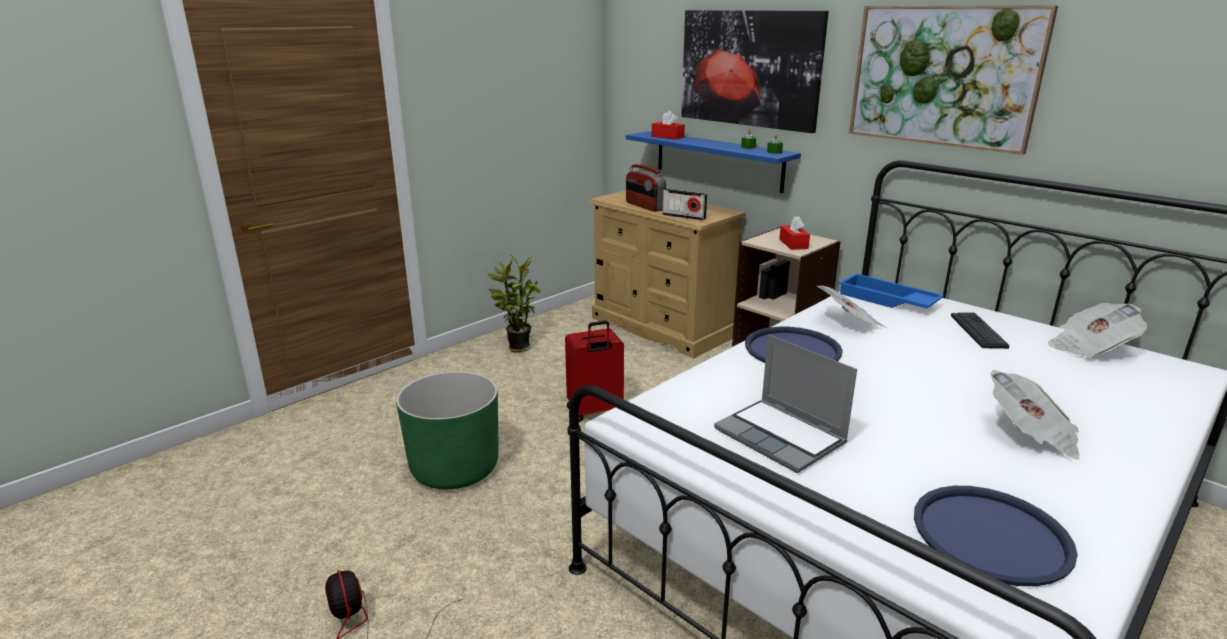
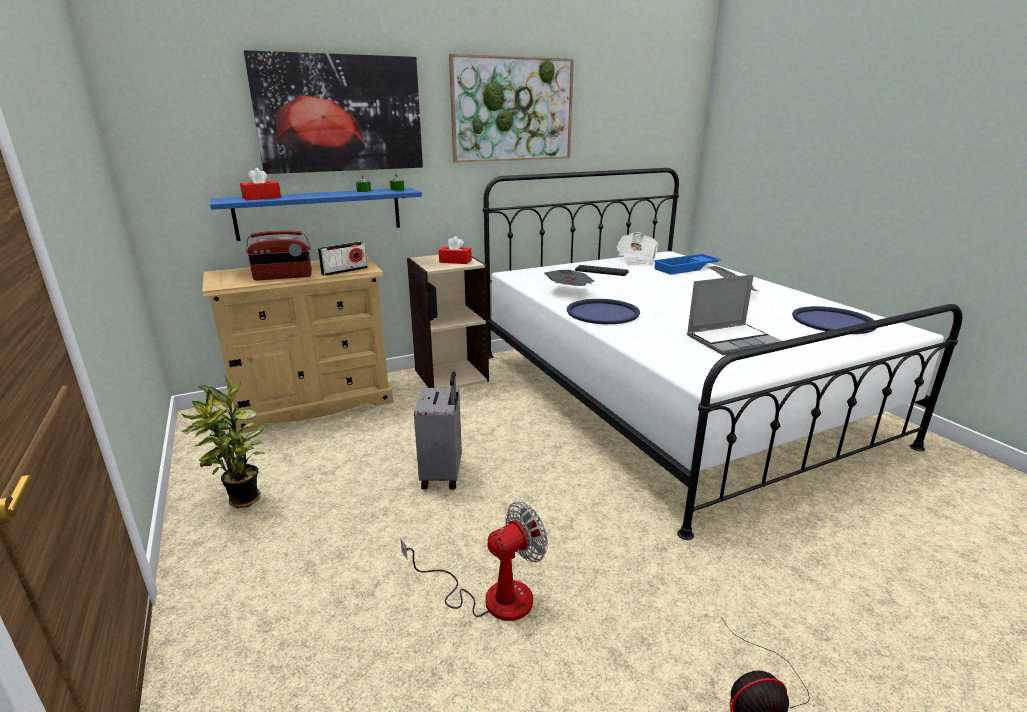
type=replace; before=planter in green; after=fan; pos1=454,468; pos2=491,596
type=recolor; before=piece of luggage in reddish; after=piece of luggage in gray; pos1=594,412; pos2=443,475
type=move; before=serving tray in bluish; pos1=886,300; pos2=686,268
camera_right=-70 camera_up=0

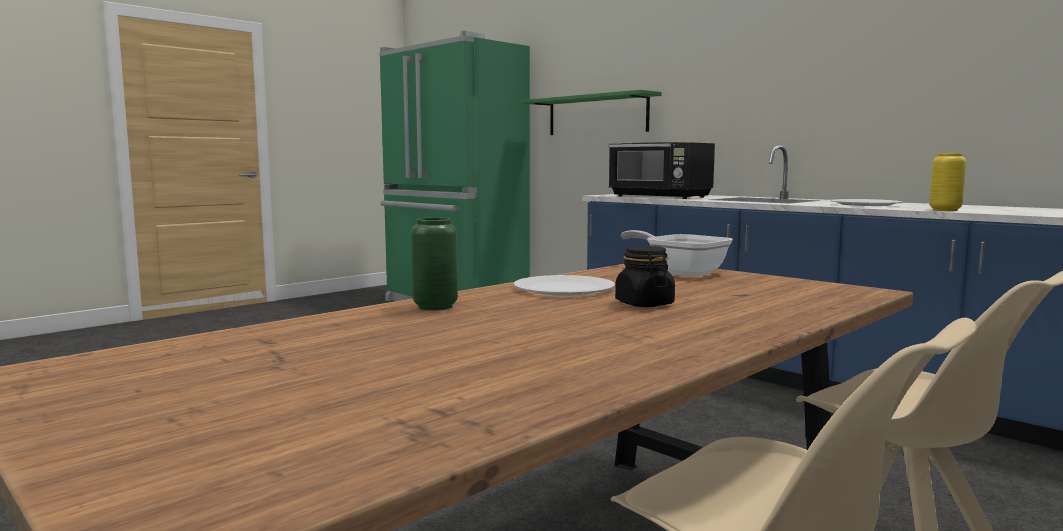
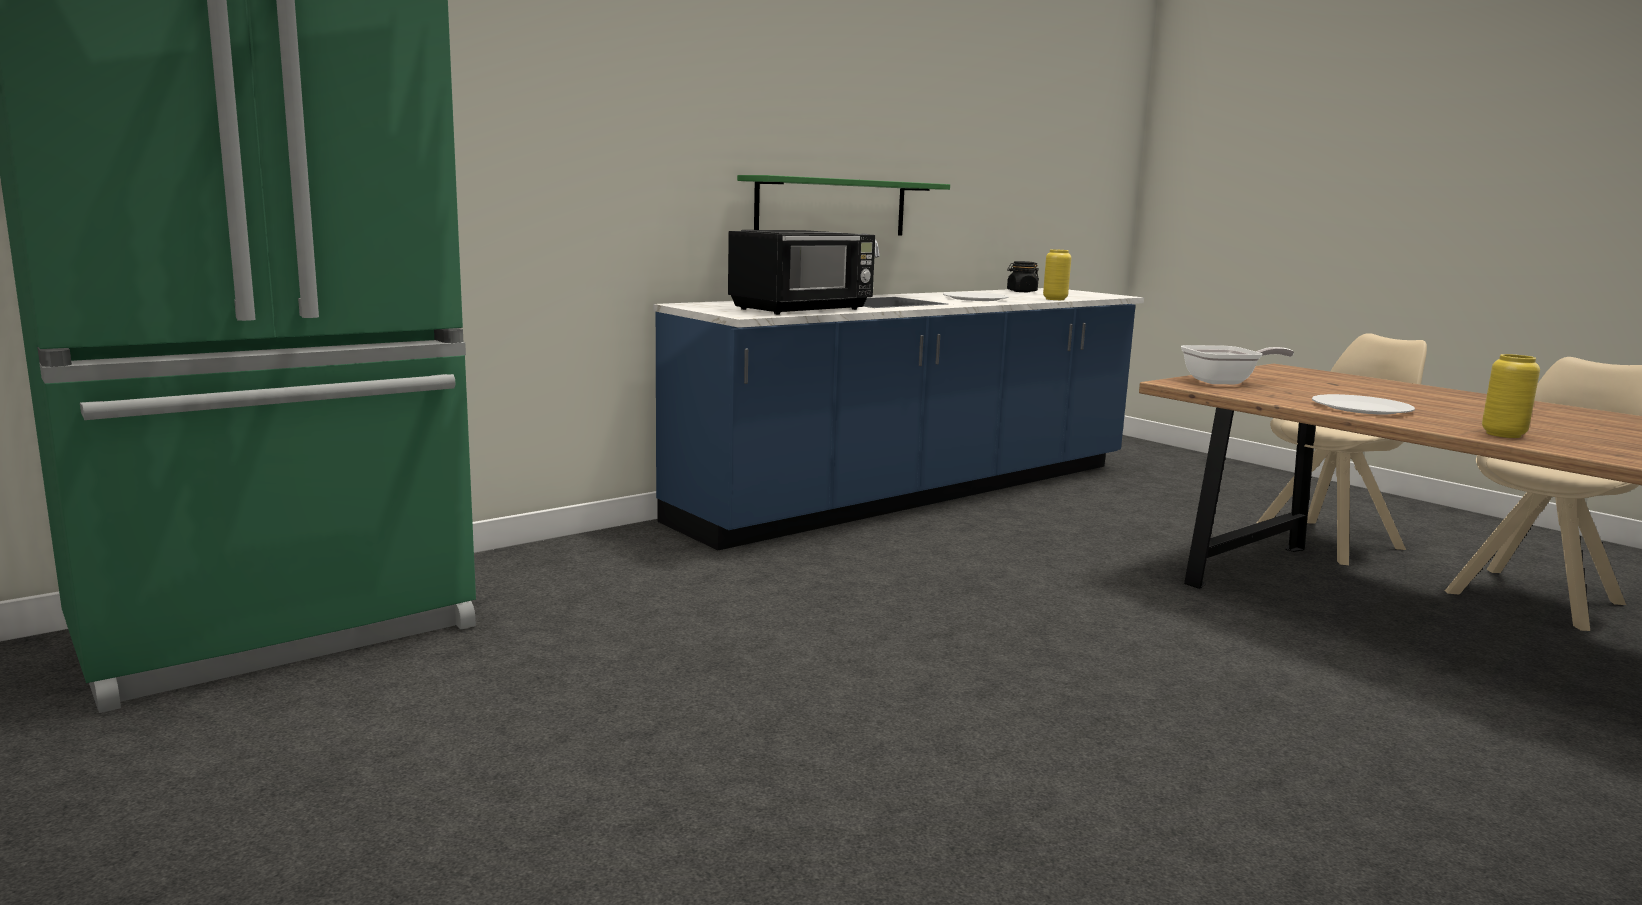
type=move; before=shelf in green; pos1=597,115; pos2=832,207
type=move; before=preserve jar in blackish; pos1=644,304; pos2=1021,291
type=rotate; before=skillet; pos1=681,272; pos2=1225,382; turn=-150
type=recolor; before=flower vase in green; after=flower vase in yellow; pos1=435,307; pos2=1503,434
camera_right=-85 camera_up=5

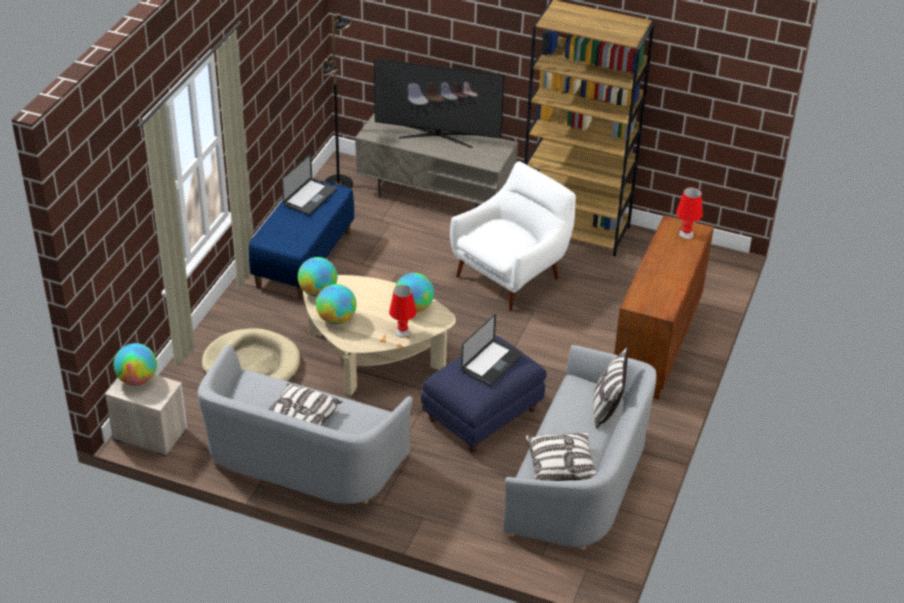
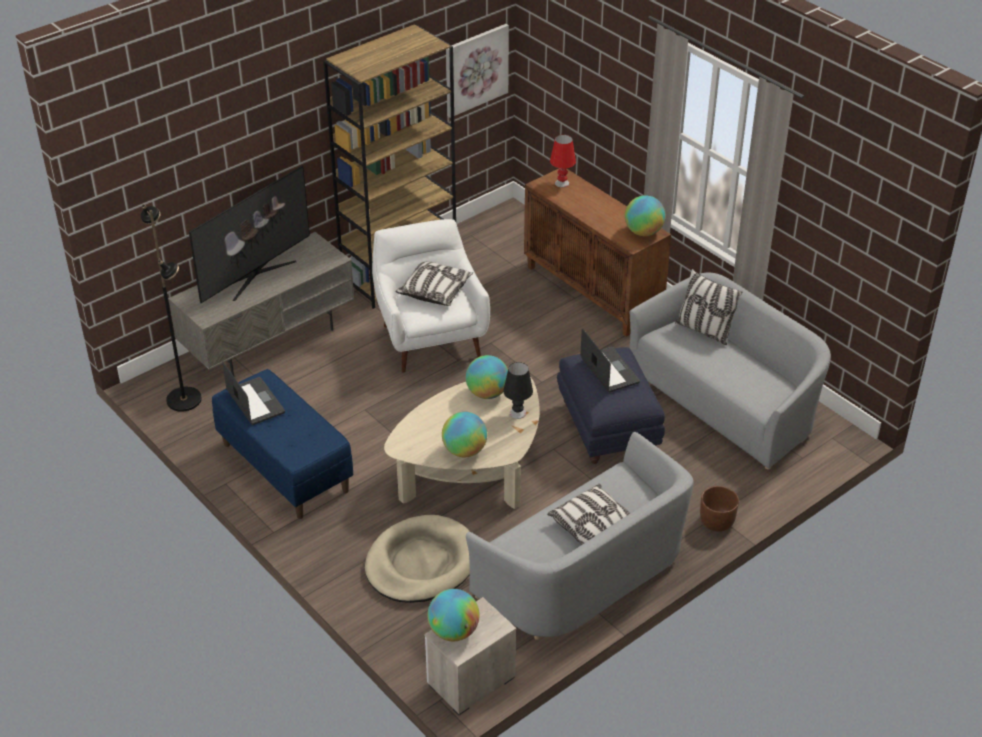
type=move; before=pillow; pos1=561,465; pos2=435,291
type=insert; after=picture; pos2=475,69
type=recolor; before=table lamp in reddish; after=table lamp in blackish; pos1=402,332; pos2=517,413
type=move; before=world globe; pos1=318,291; pos2=643,232
type=insert; after=planter in brown-coloured; pos2=716,522
camera_right=-60 camera_up=0

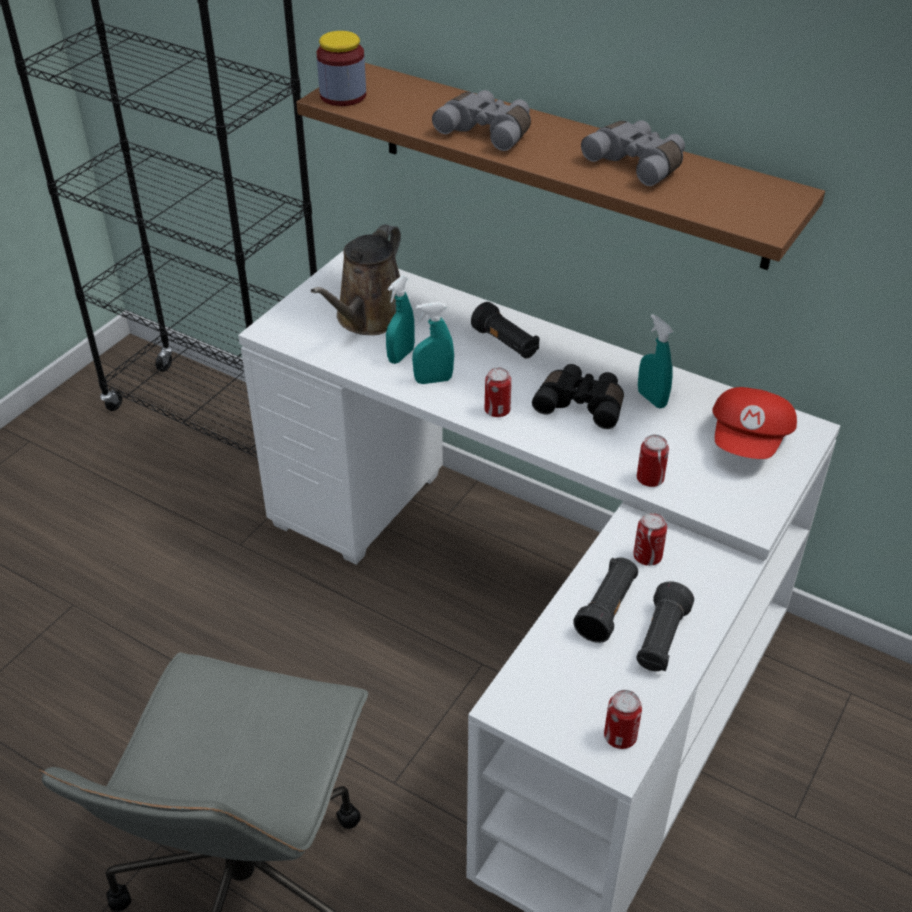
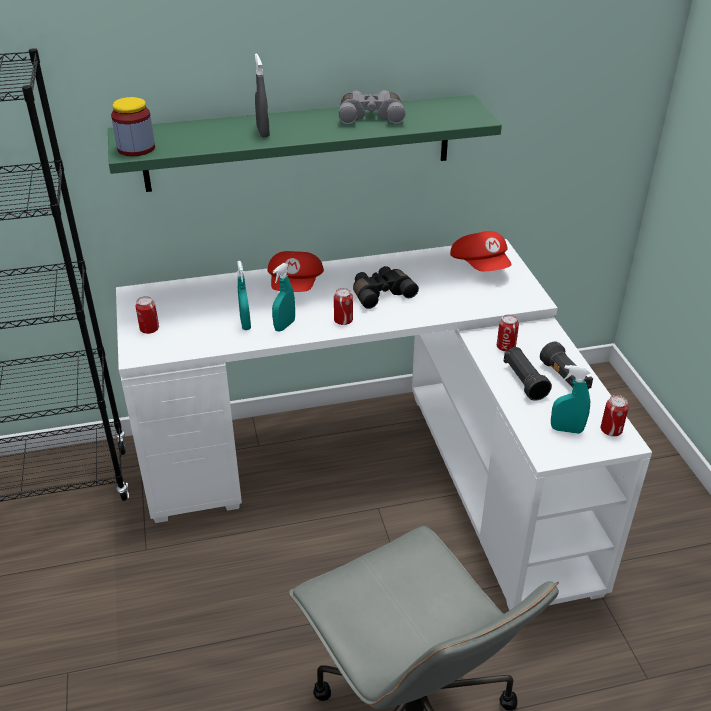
type=recolor; before=shelf in brown-coloured; after=shelf in green; pos1=569,164; pos2=299,143
type=move; before=metal can; pos1=650,479; pos2=149,329
type=replace; before=pair of binoculars in gray; after=hand sprayer in gray; pos1=488,131; pos2=263,132
type=replace; before=hand torch in blackish; after=baseball cap in reddish; pos1=505,344; pos2=296,286
type=move; before=hand sprayer in turquoise; pos1=651,399; pos2=566,429
type=delete; before=watering pot in brown-coloured; pos1=369,318
camera_right=-45 camera_up=-5

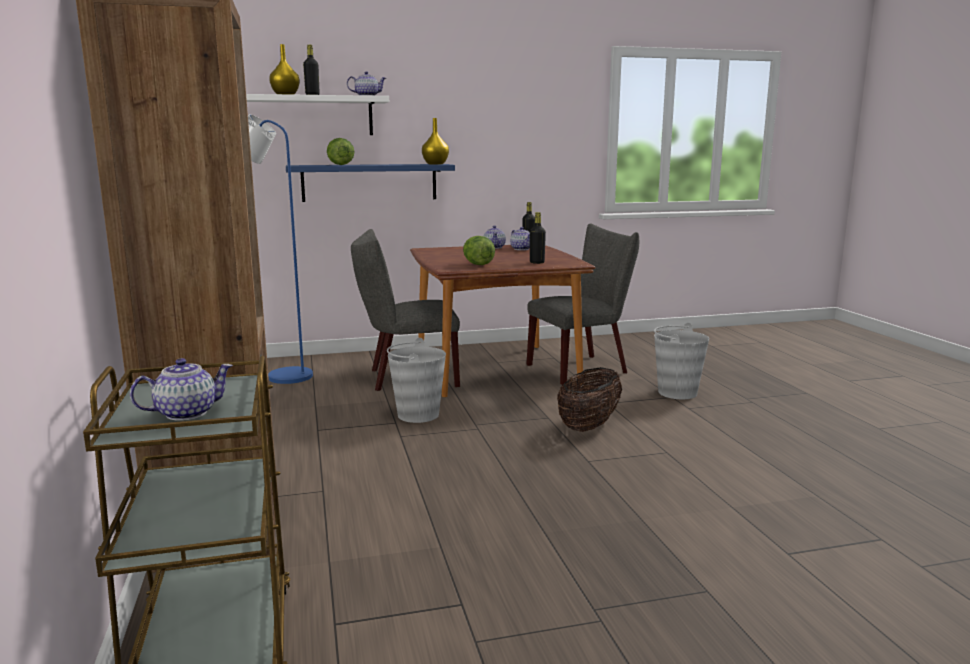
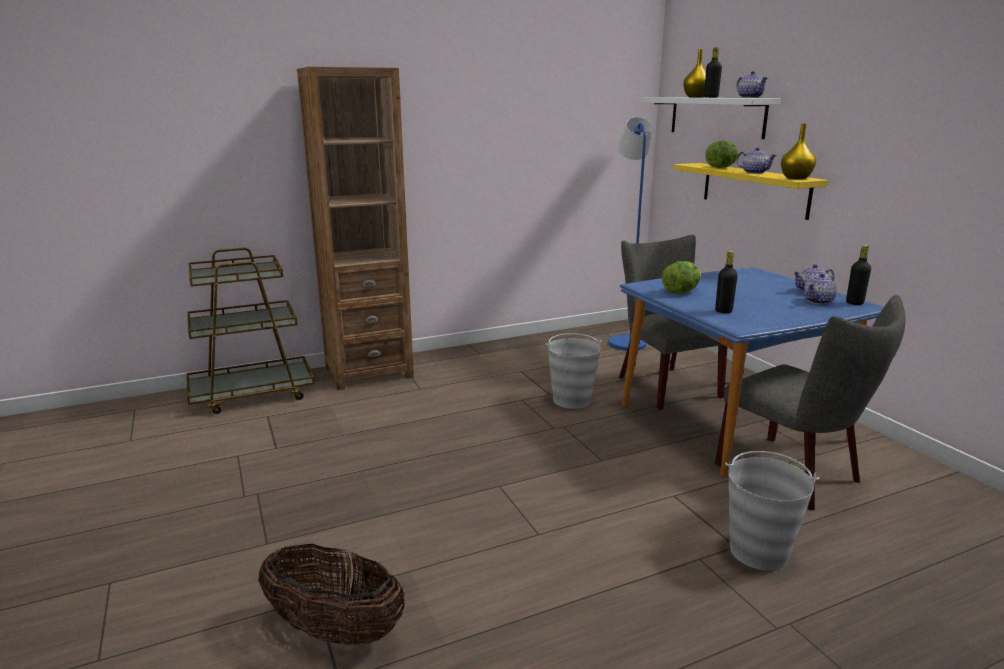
type=move; before=basket; pos1=588,426; pos2=334,630
type=recolor; before=dinner table in brown-coloured; after=dinner table in bluish; pos1=495,369; pos2=732,422
type=recolor; before=shelf in bluish; after=shelf in yellow; pos1=369,182; pos2=754,189
type=move; before=tea pot; pos1=185,413; pos2=754,172
camera_right=80 camera_up=5

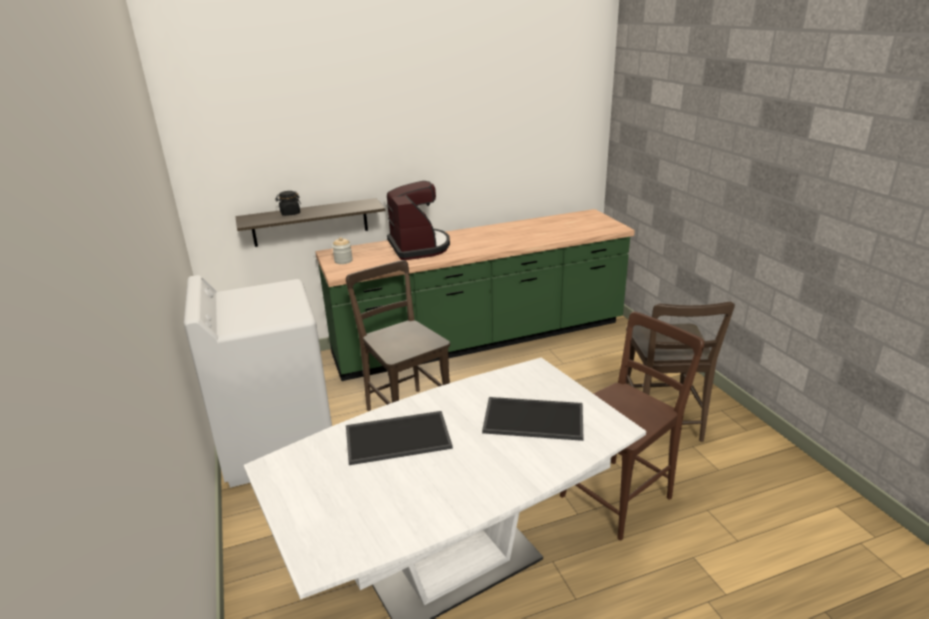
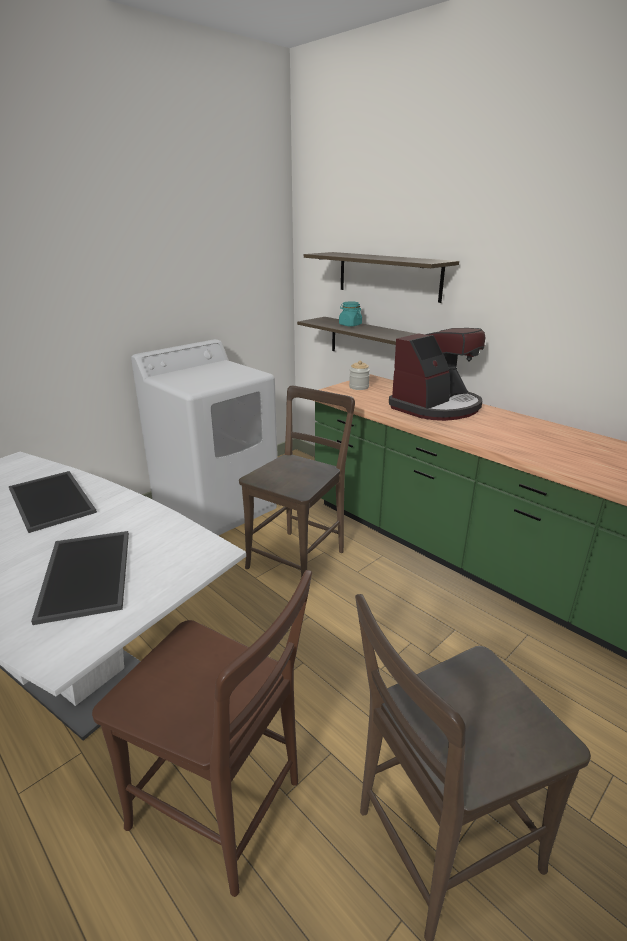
type=insert; after=shelf; pos2=388,276
type=recolor; before=preserve jar in blackish; after=preserve jar in turquoise; pos1=290,213; pos2=350,325
camera_right=65 camera_up=0

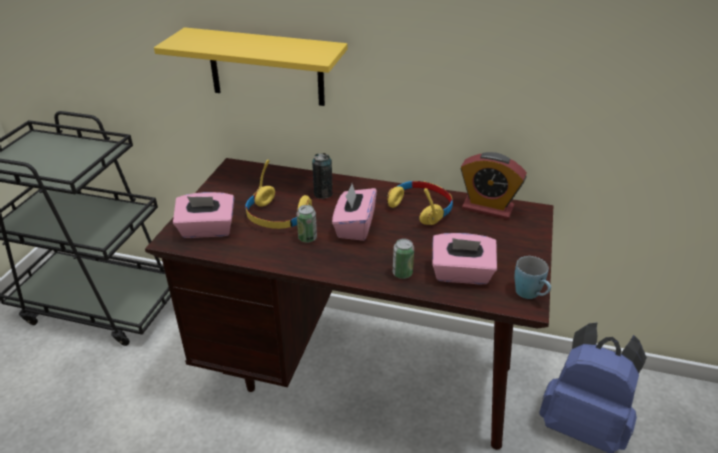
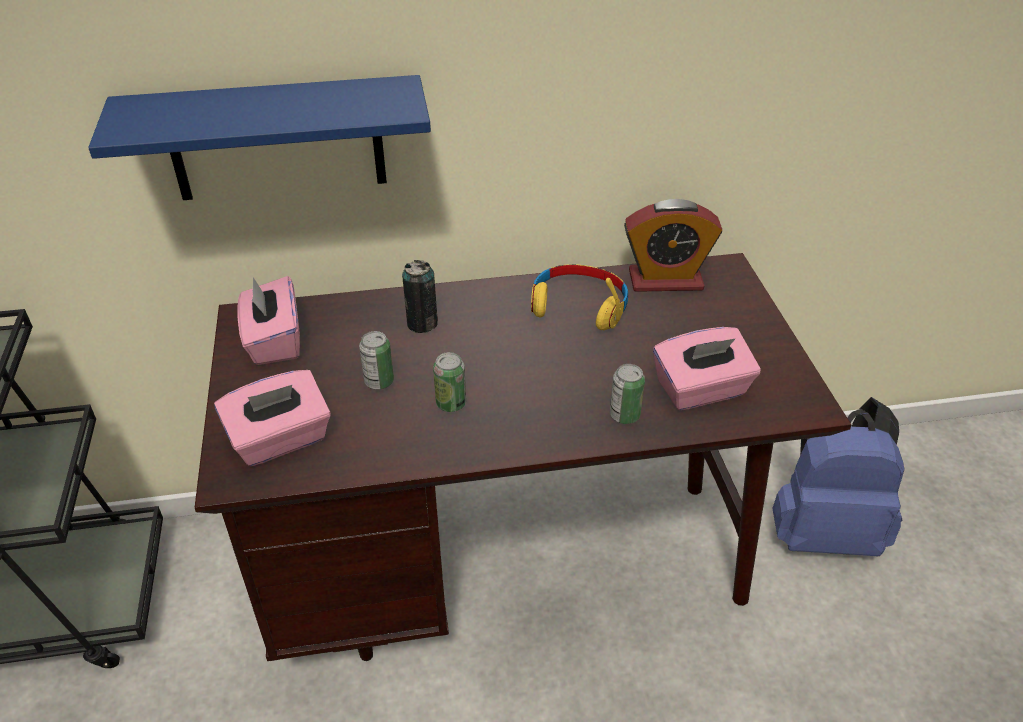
type=recolor; before=shelf in yellow; after=shelf in bluish; pos1=266,67; pos2=276,139
type=move; before=tissue holder in pink-coloured; pos1=354,226; pos2=274,341
type=replace; before=headset in yellow; after=metal can; pos1=278,216; pos2=379,382
type=delete; before=mug in bluish; pos1=531,295
camera_right=-25 camera_up=5

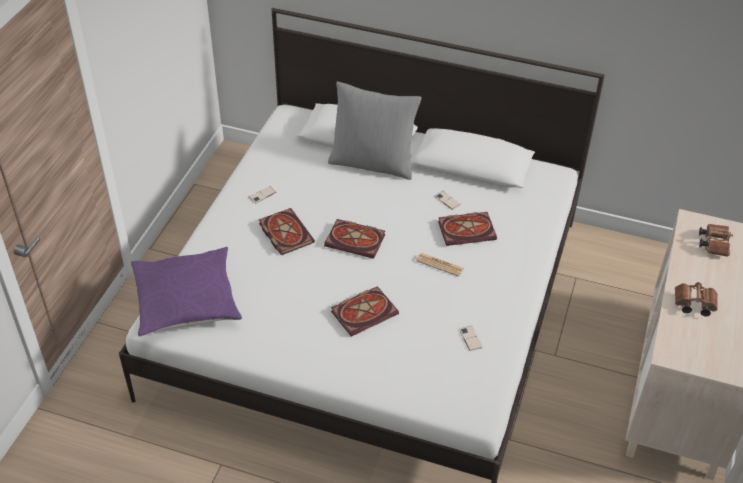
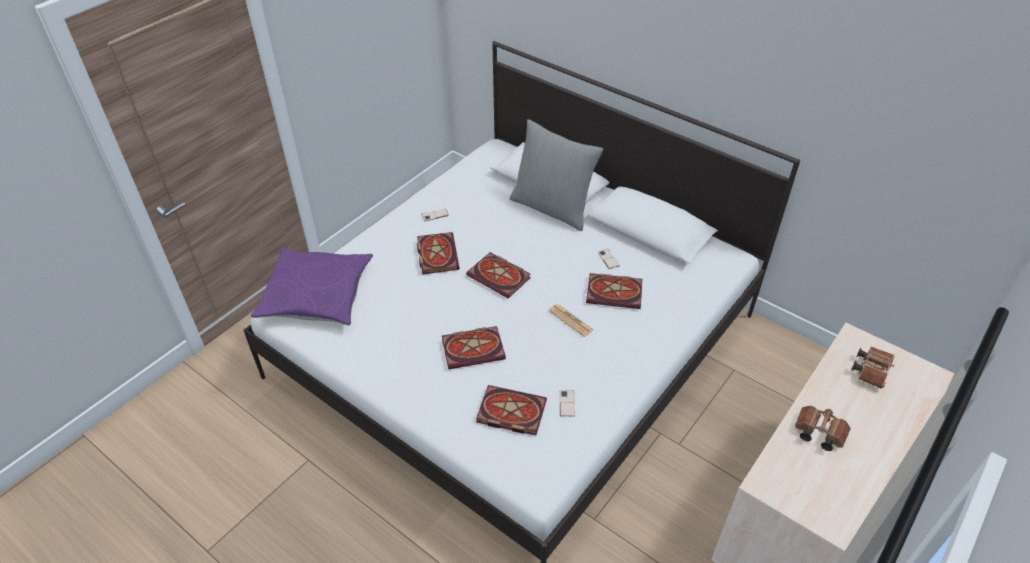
type=insert; after=volume; pos2=509,412
camera_right=20 camera_up=0

